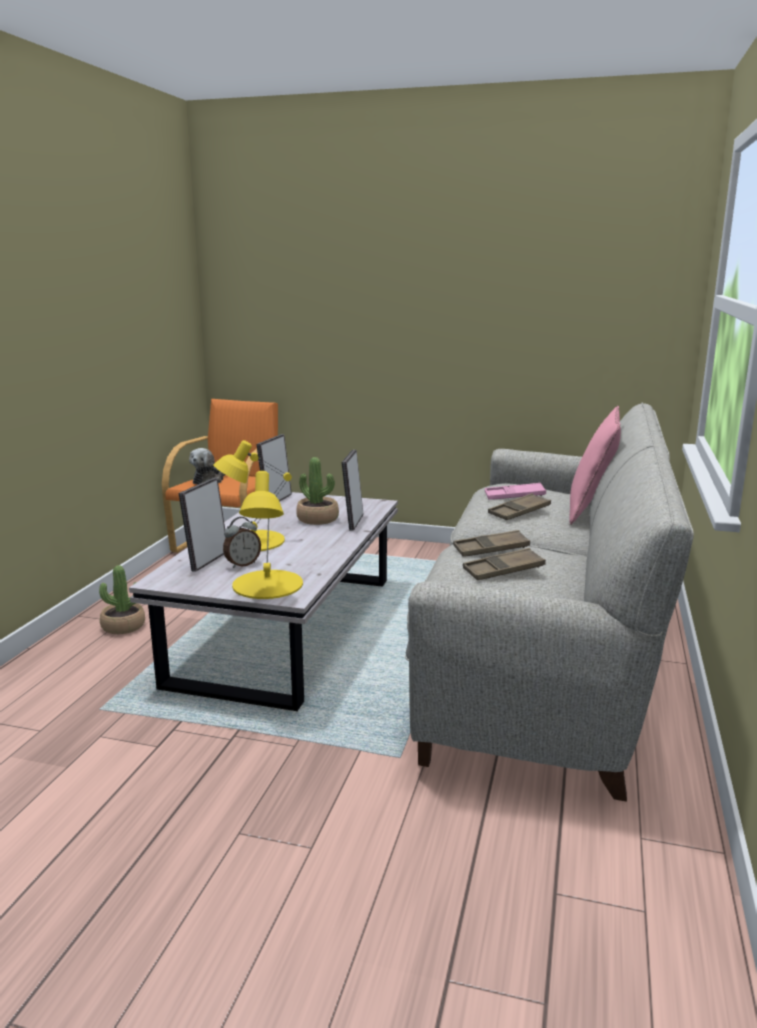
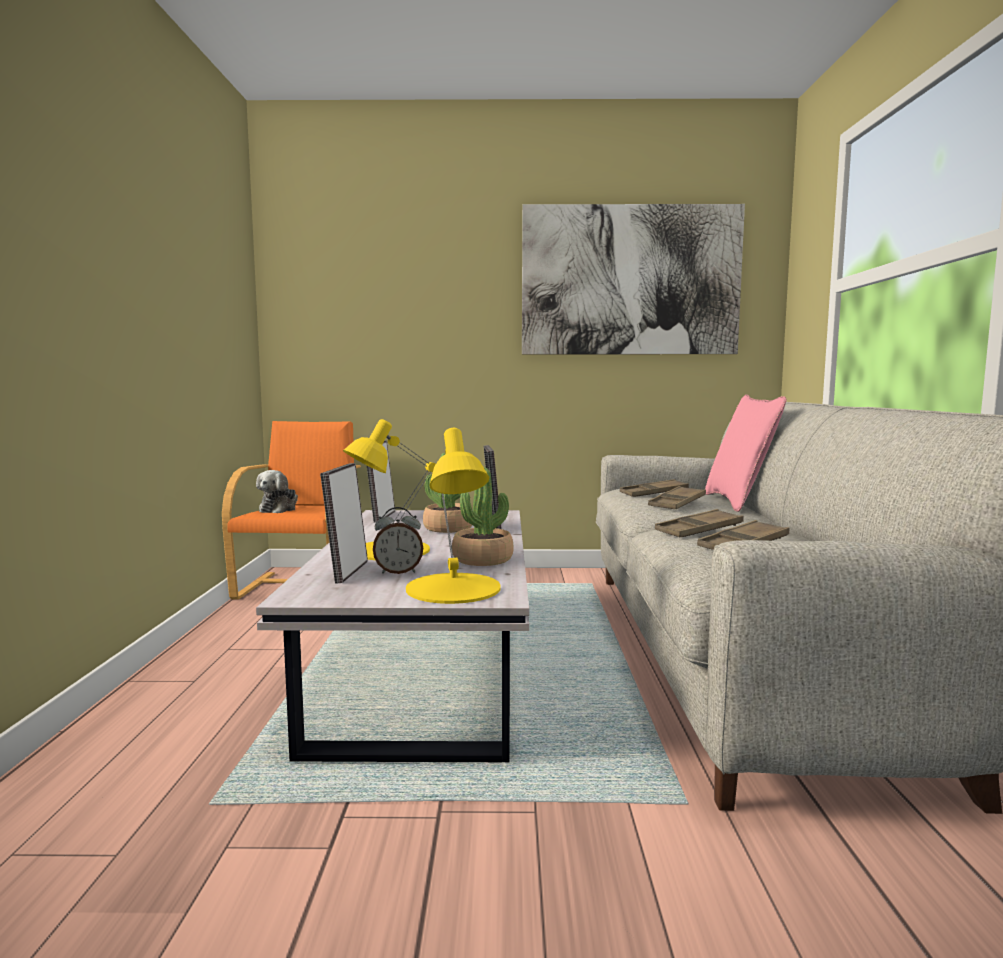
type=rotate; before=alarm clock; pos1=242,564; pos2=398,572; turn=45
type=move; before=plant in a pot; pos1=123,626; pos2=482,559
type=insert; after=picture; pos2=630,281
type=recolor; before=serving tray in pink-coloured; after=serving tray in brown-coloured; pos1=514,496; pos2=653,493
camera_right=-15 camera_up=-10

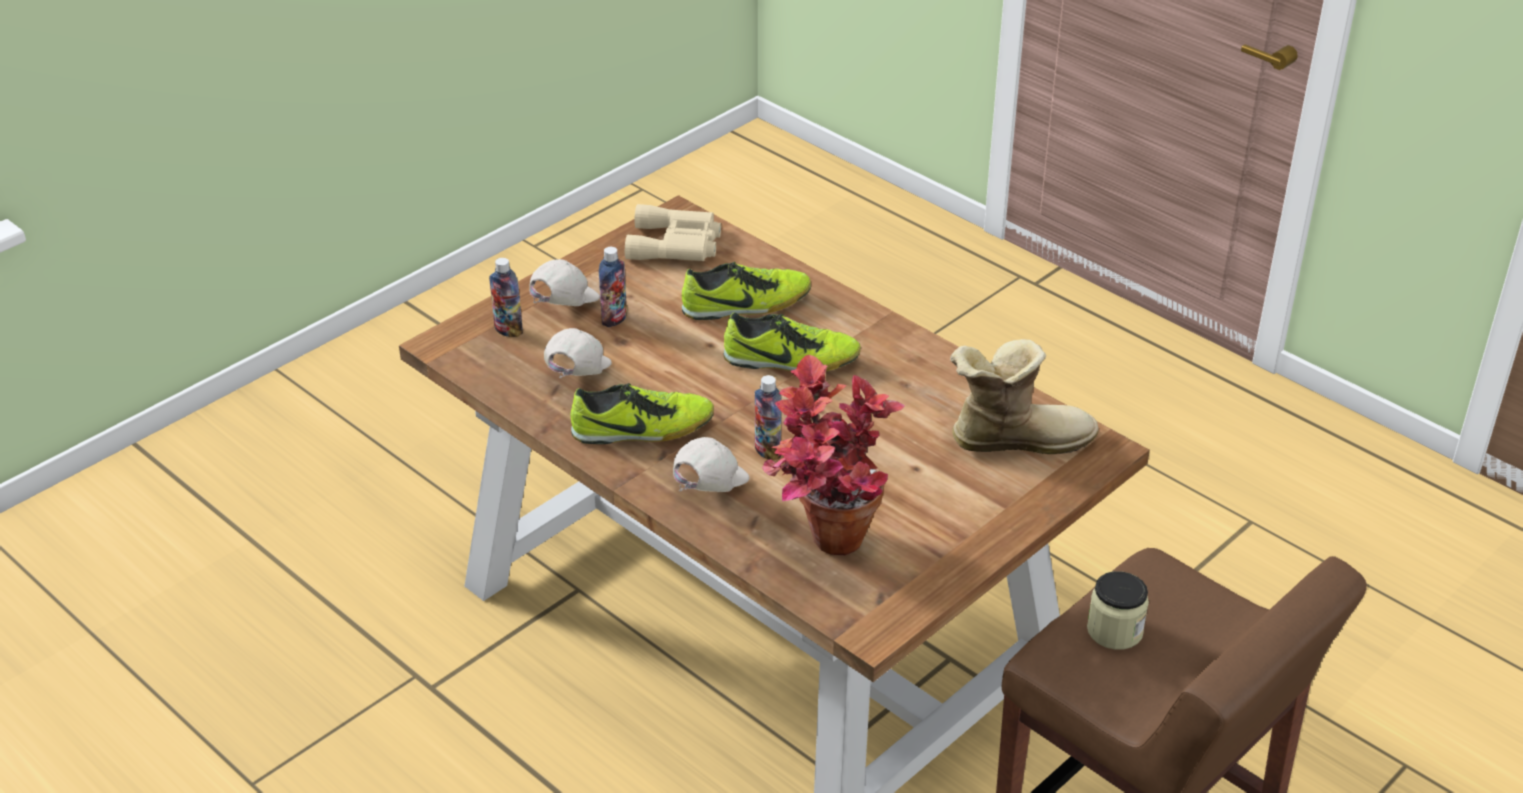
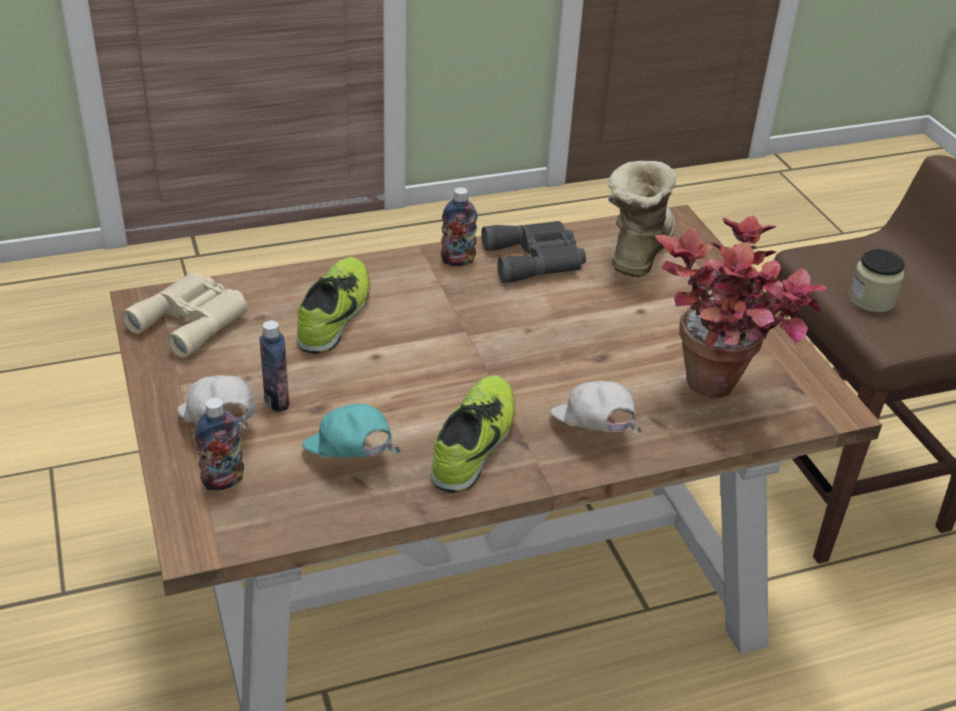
type=recolor; before=baseball cap in whitish; after=baseball cap in turquoise; pos1=576,376; pos2=350,459
type=move; before=beverage bottle; pos1=767,451; pos2=458,261
type=insert; after=pair of binoculars in gray; pos2=536,259
type=delete; before=item of footwear; pos1=791,361
camera_right=-65 camera_up=0

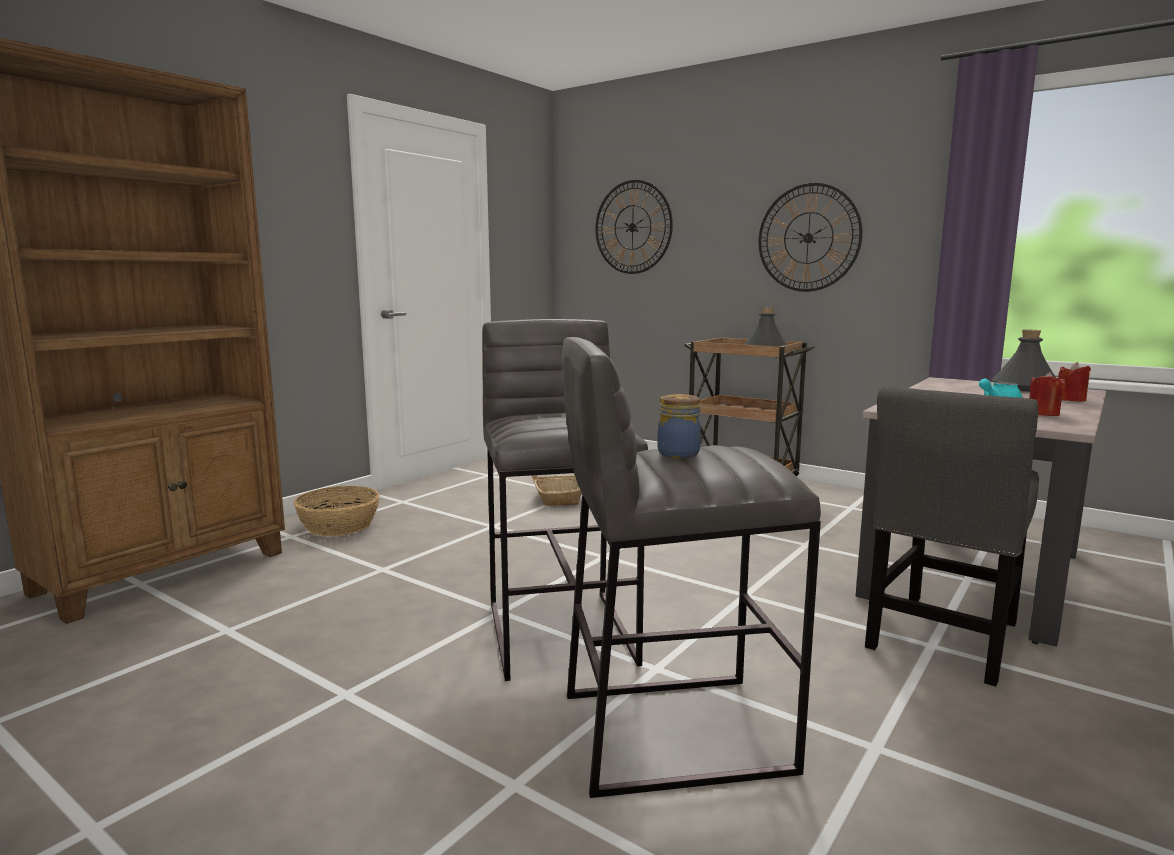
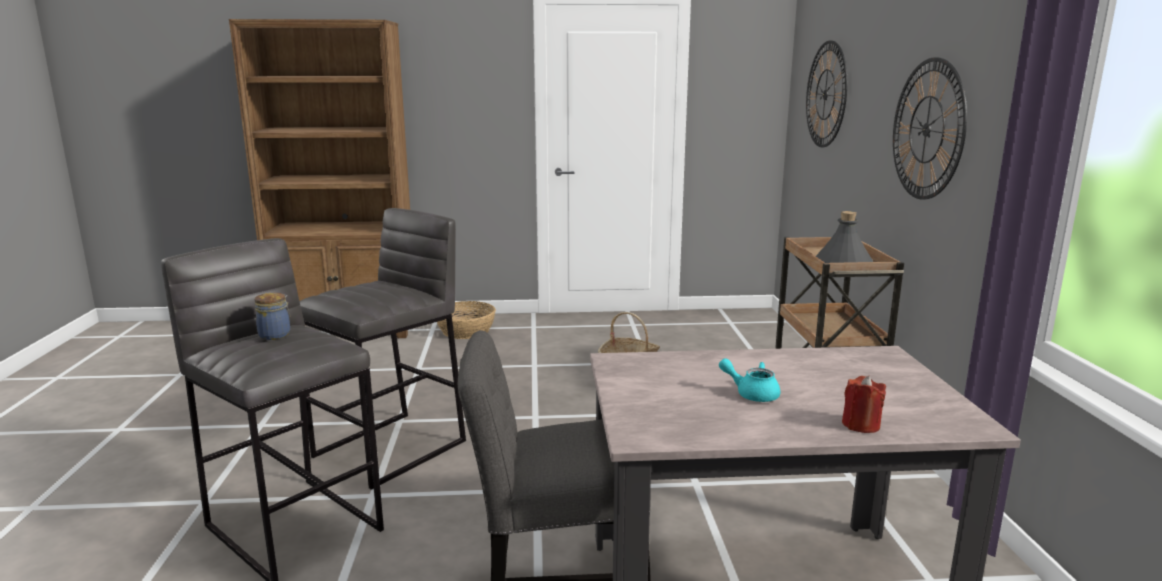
type=delete; before=beverage bottle in gray; pos1=1024,388
type=delete; before=wax candle in reddish; pos1=1043,413
camera_right=50 camera_up=5

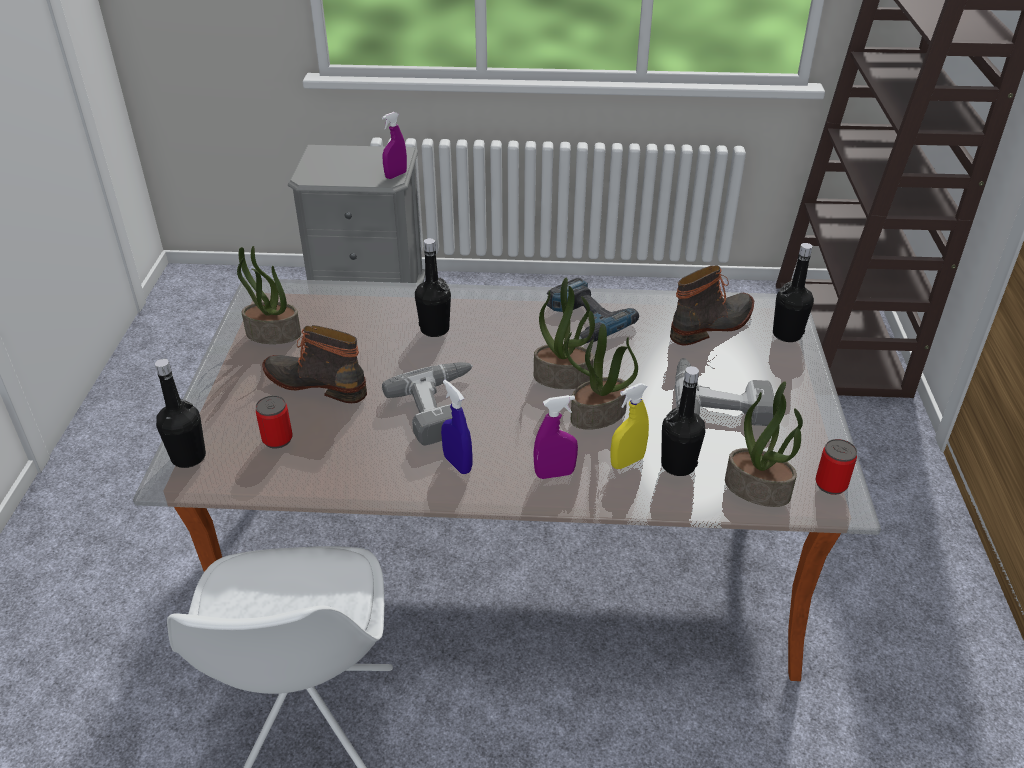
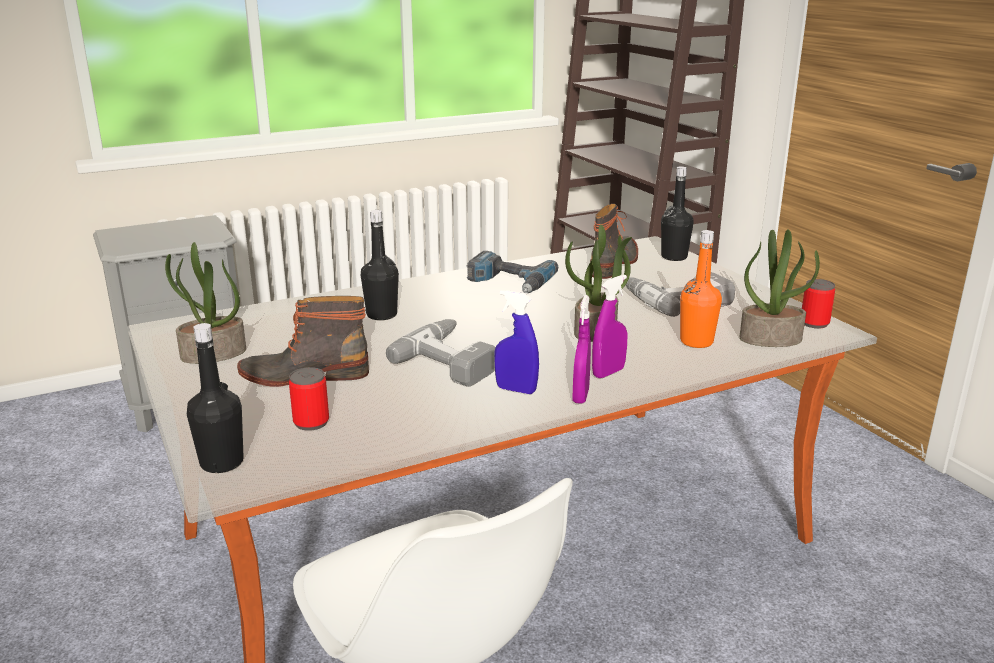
type=move; before=hand sprayer in purple-coloured; pos1=396,175; pos2=580,396
type=recolor; before=beverage bottle in blackish; after=beverage bottle in orange-coloured; pos1=678,465; pos2=696,342
type=delete; before=plant in a pot; pos1=563,377
type=delete; before=hand sprayer in yellow; pos1=627,462
camera_right=-30 camera_up=-15

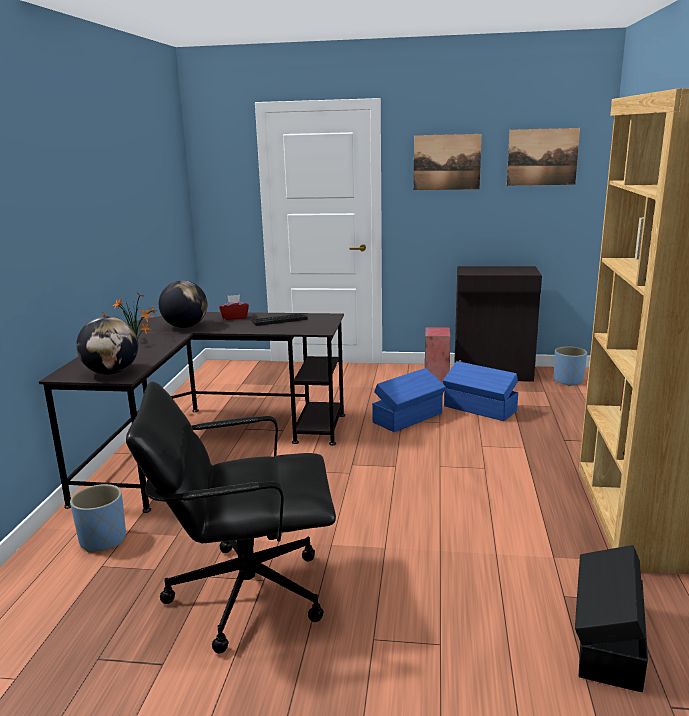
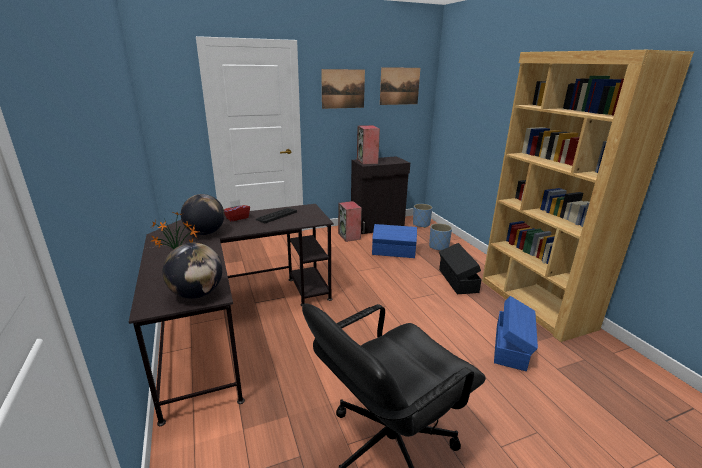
type=insert; after=speaker; pos2=367,161
type=move; before=planter in bluish; pos1=103,540; pos2=439,247
type=move; before=storage bin in blackish; pos1=607,641; pos2=457,281
type=move; before=storage bin in bluish; pos1=409,418; pos2=511,346
camera_right=-30 camera_up=5

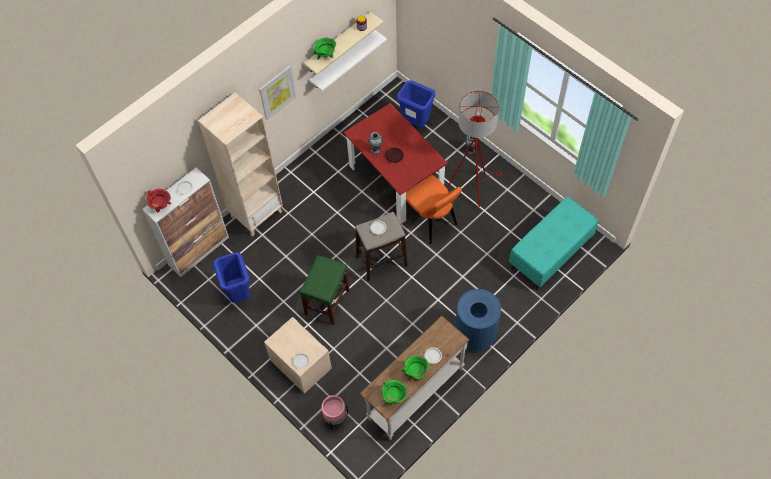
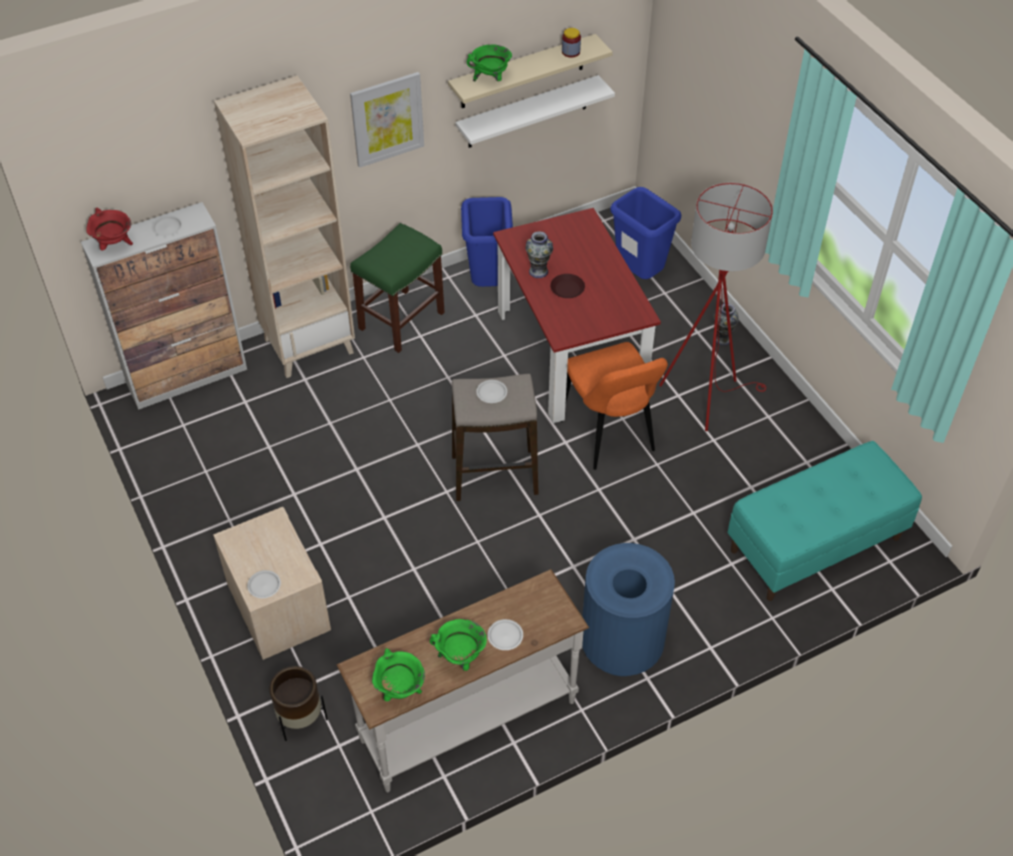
type=recolor; before=planter in pink-coloured; after=planter in brown-coloured; pos1=335,418; pos2=301,720
type=move; before=stool in green; pos1=327,302; pos2=402,320
type=move; before=waste bin in bluish; pos1=239,294; pos2=487,283
camera_right=15 camera_up=-10

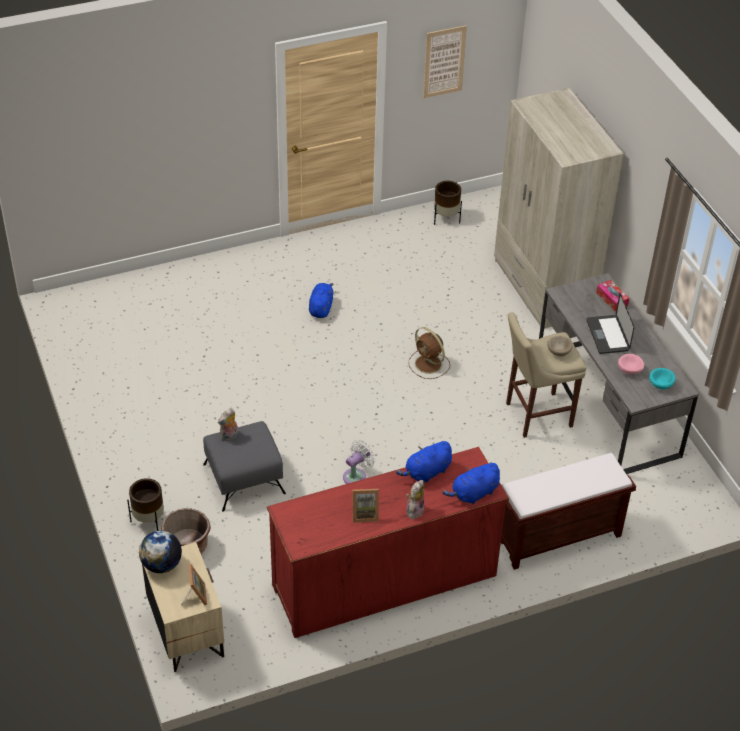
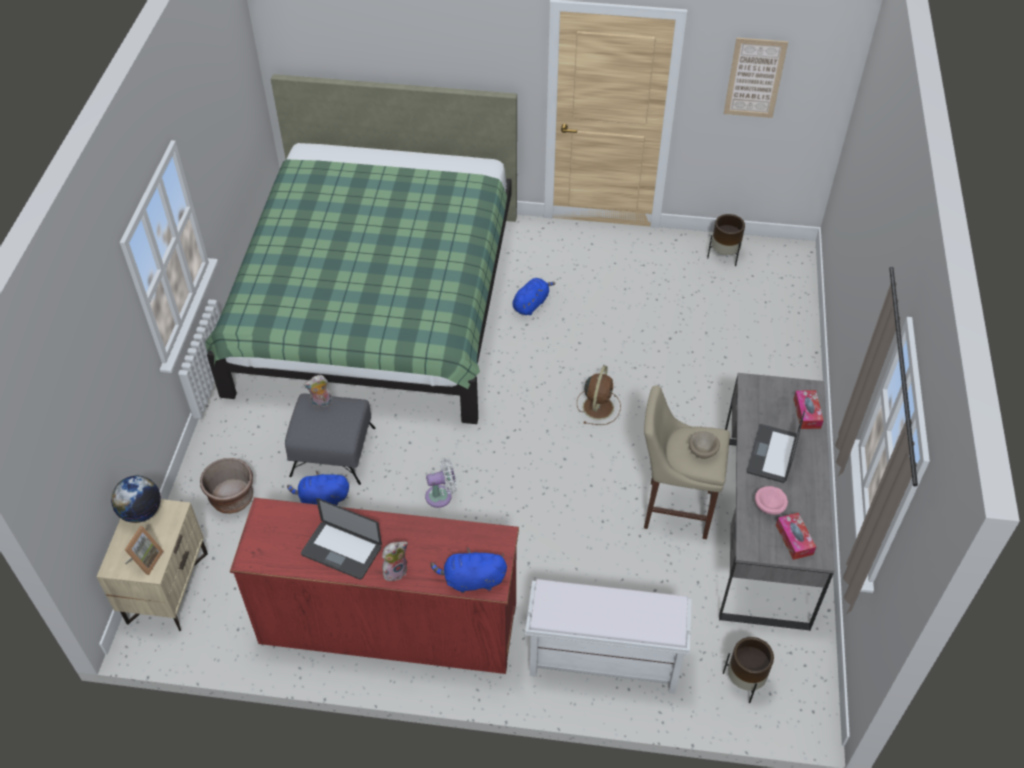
type=insert; after=bed in green; pos2=376,302
type=move; before=plush toy in bluish; pos1=426,472; pos2=322,498
type=replace; before=standing frame; after=portable computer; pos1=364,514; pos2=341,551
type=recolor; before=long seat in brown-coloured; after=long seat in whitish; pos1=557,537; pos2=602,661
type=rotate; before=fan in brown-coloured; pos1=429,365; pos2=598,406; turn=-150
type=move; before=planter in brown-coloured; pos1=149,521; pos2=744,682
type=replace; before=deep dish in turquoise; after=tissue holder; pos1=660,384; pos2=794,539
type=delete; before=wardrobe in beige; pos1=543,288
camera_right=30 camera_up=5

